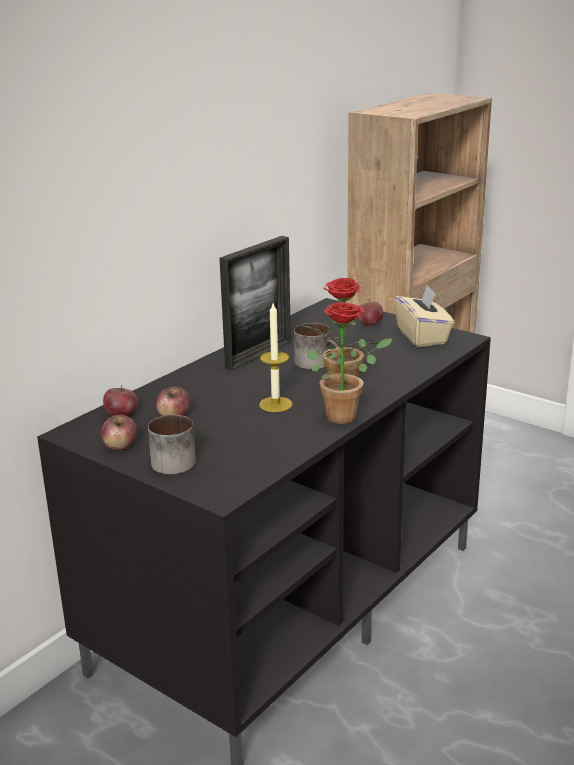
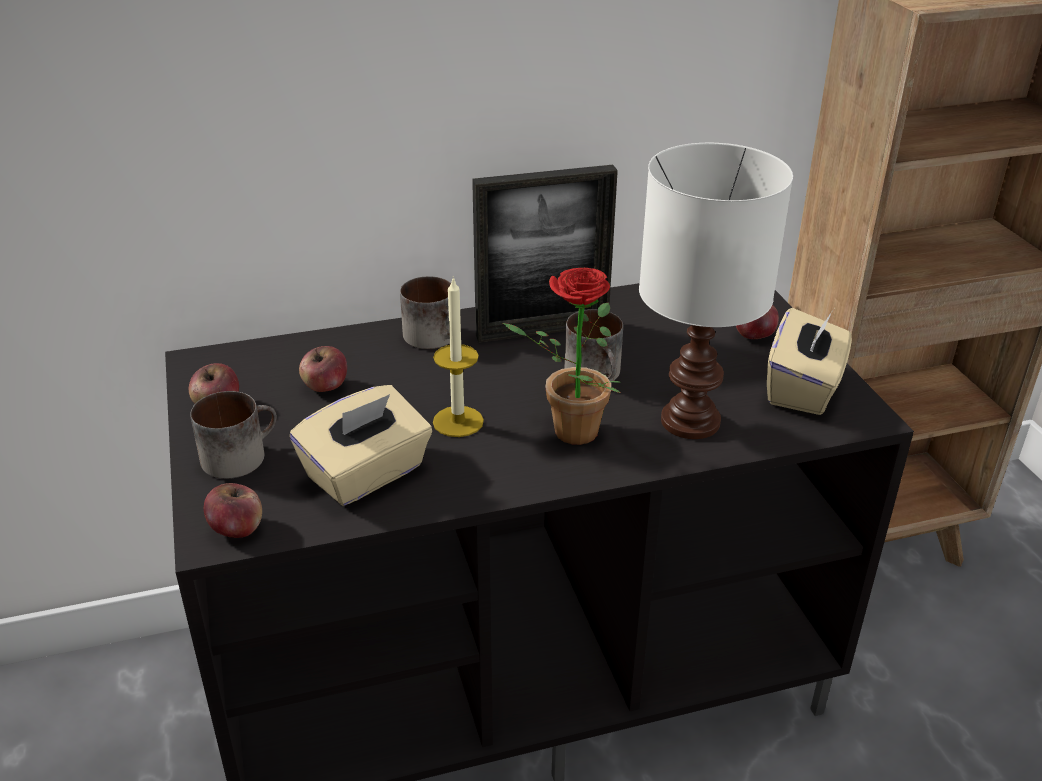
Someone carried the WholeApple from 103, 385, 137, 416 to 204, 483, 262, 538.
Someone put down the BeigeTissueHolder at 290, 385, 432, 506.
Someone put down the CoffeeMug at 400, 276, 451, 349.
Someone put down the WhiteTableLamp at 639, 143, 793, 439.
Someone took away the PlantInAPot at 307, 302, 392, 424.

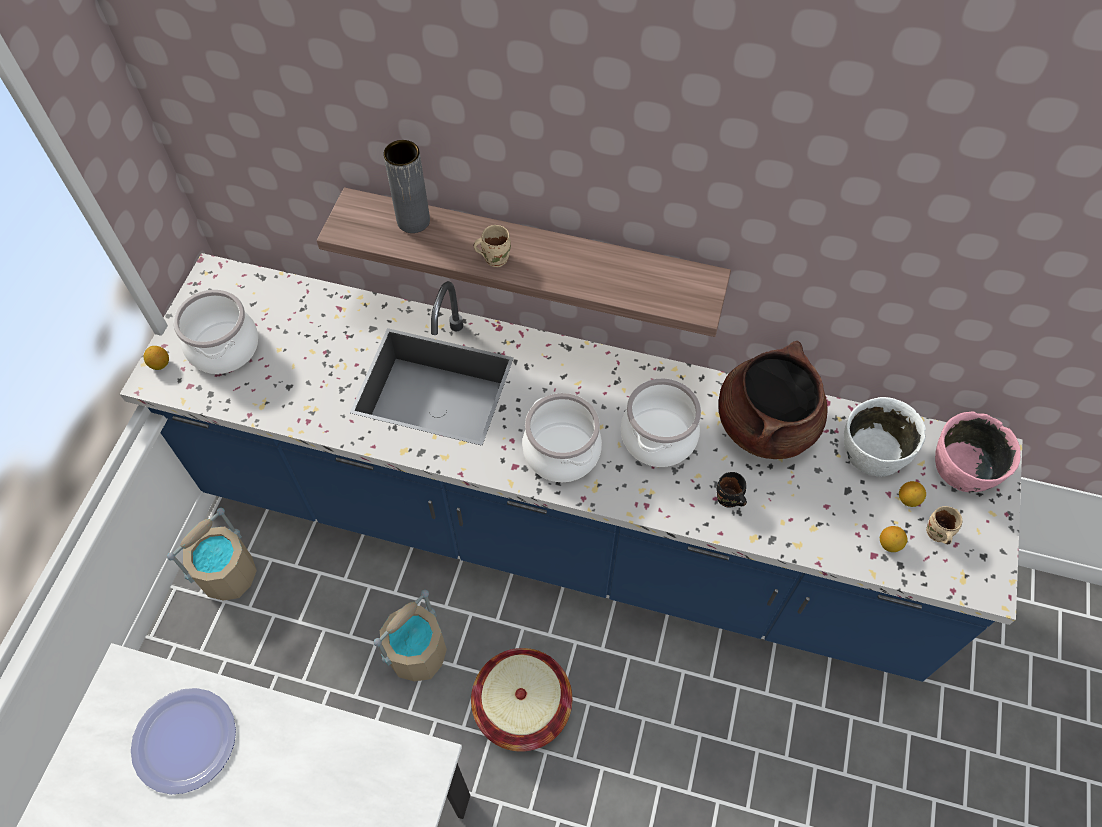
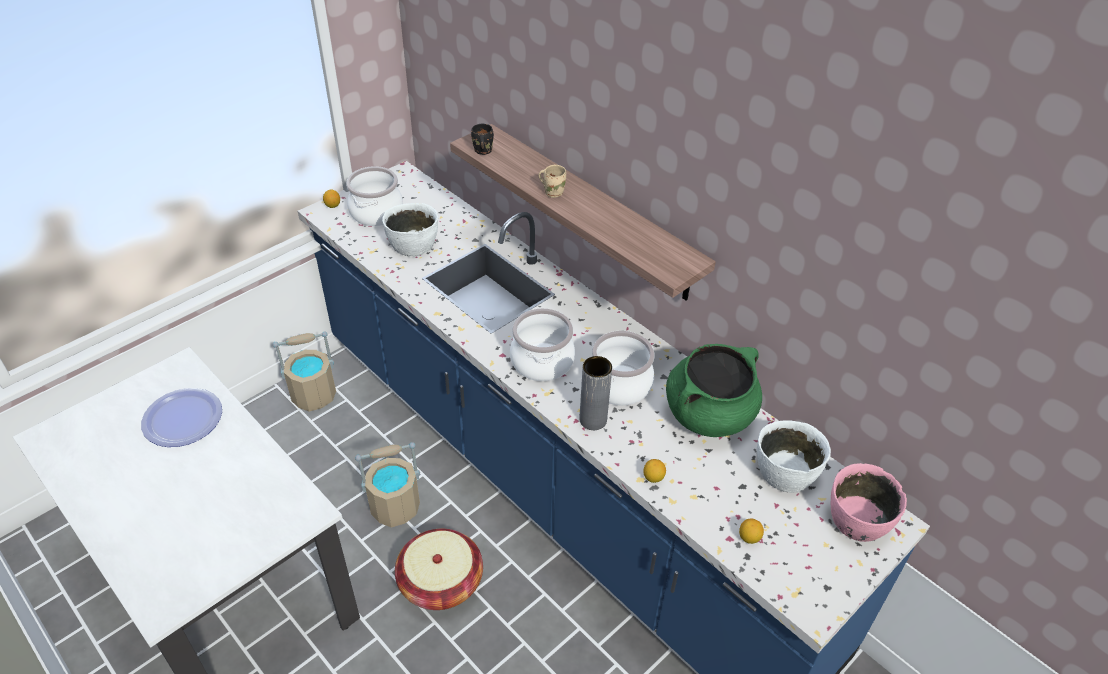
Someone put down the WhiteServingBowl at 382, 203, 438, 257.
Someone carried the BlackishCoffeeMug from 717, 472, 747, 508 to 471, 124, 494, 155.
Someone carried the GrayFlowerVase from 383, 140, 430, 233 to 579, 356, 612, 430.
Someone carried the WholeLemon from 899, 481, 926, 507 to 643, 459, 666, 483.
Someone repainted the BrownColouredCookingPot at 718, 341, 827, 459, which became the GreenCookingPot at 666, 344, 762, 437.
Someone took away the BeigeCoffeeMug at 926, 506, 962, 544.

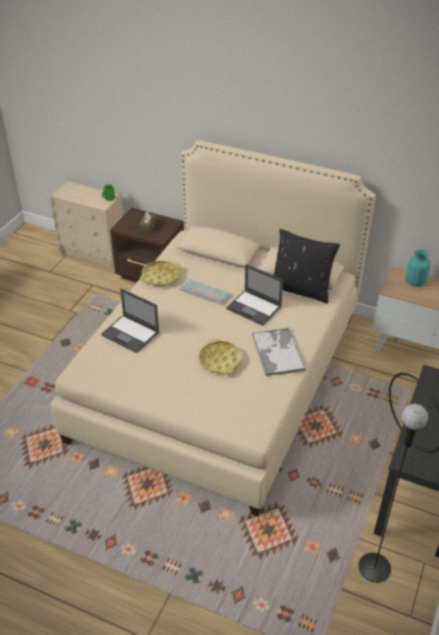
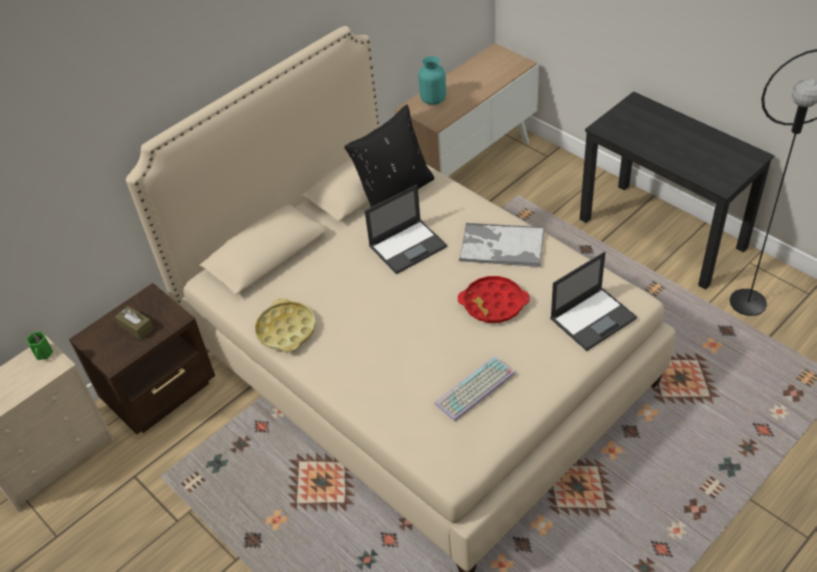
Someone carried the PcKeyboard from 179, 279, 232, 305 to 435, 356, 515, 422.
Someone repainted the YellowColouredCarryingTray at 199, 338, 242, 375, which became the RedCarryingTray at 458, 276, 530, 323.
Someone carried the PortableComputer from 101, 288, 159, 353 to 550, 252, 637, 351.

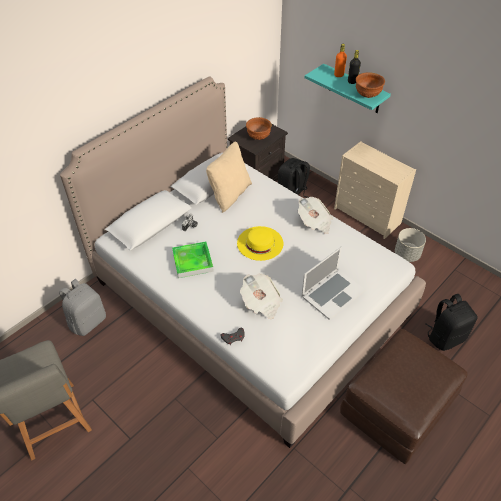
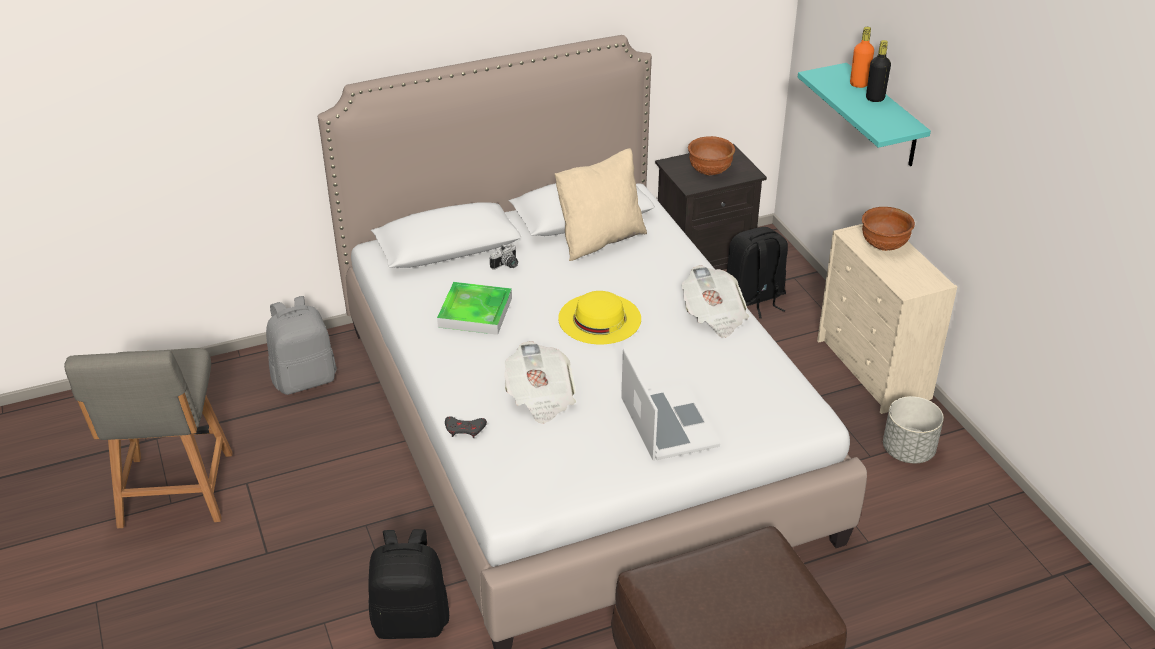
Someone carried the BlackishBackpack from 425, 294, 478, 351 to 368, 529, 449, 639.
Someone rotated the PortableComputer at 301, 246, 365, 320 by 90 degrees counterclockwise.
Someone carried the BrownColouredServingBowl from 356, 72, 385, 98 to 862, 207, 915, 251.

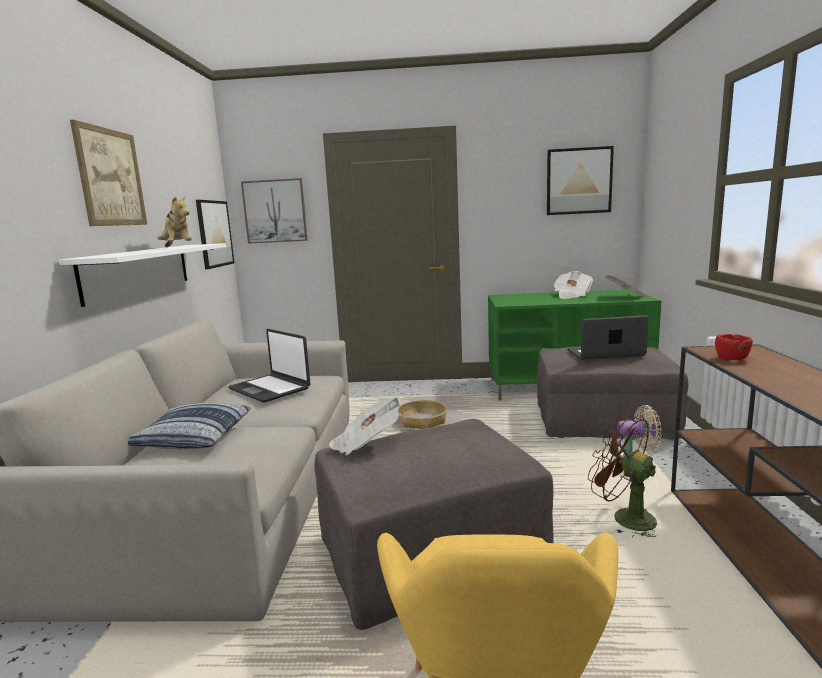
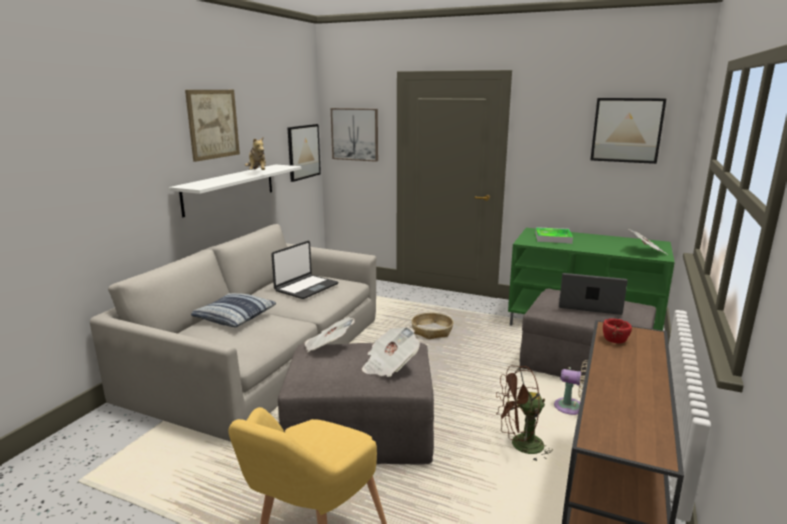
Someone rotated the PortableComputer at 228, 329, 310, 403 by 120 degrees counterclockwise.
Someone carried the PrintedPaper from 553, 271, 593, 299 to 362, 327, 420, 377.
Someone rotated the BrownColouredElectricFan at 588, 415, 657, 538 by 75 degrees counterclockwise.
Someone put down the CarryingTray at 535, 227, 573, 244.

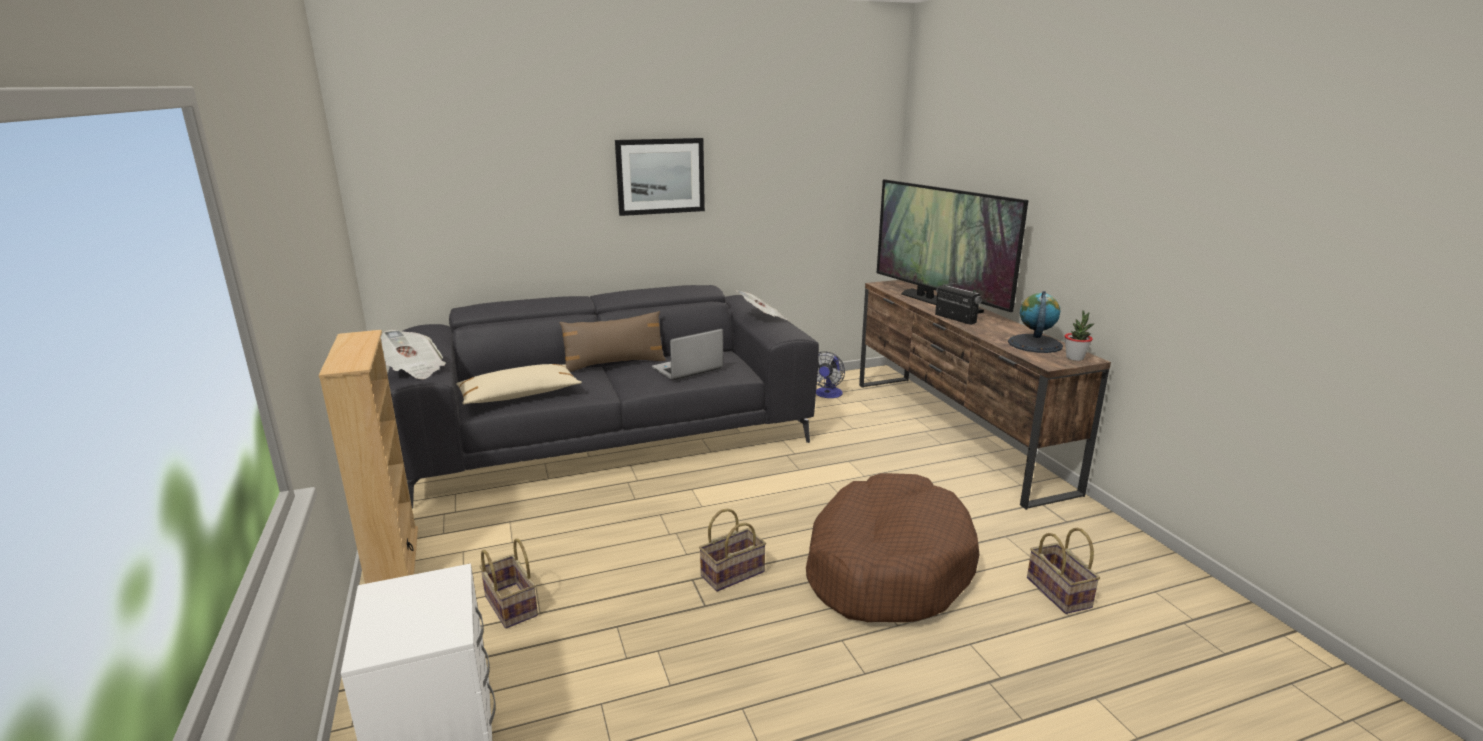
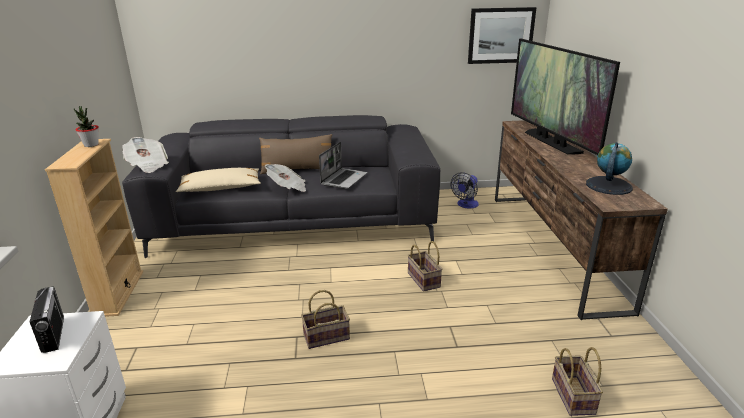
Someone carried the Radio from 935, 281, 982, 325 to 29, 286, 64, 353.
Someone carried the PlantInAPot from 1065, 311, 1094, 361 to 74, 106, 99, 147.
Someone carried the PrintedPaper from 735, 290, 788, 320 to 265, 164, 306, 192.
Someone rotated the PortableComputer at 652, 329, 723, 380 by 135 degrees clockwise.
Someone carried the Basket from 479, 538, 538, 629 to 408, 241, 442, 292.
Someone carried the Picture from 615, 138, 705, 216 to 468, 7, 536, 64.
Someone took away the BrownColouredPetBed at 806, 473, 980, 622.

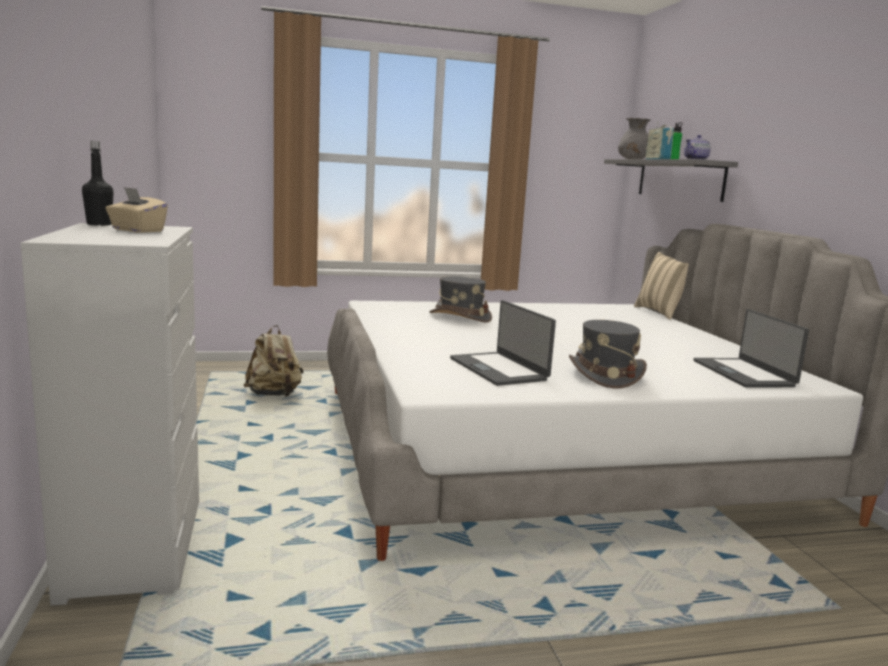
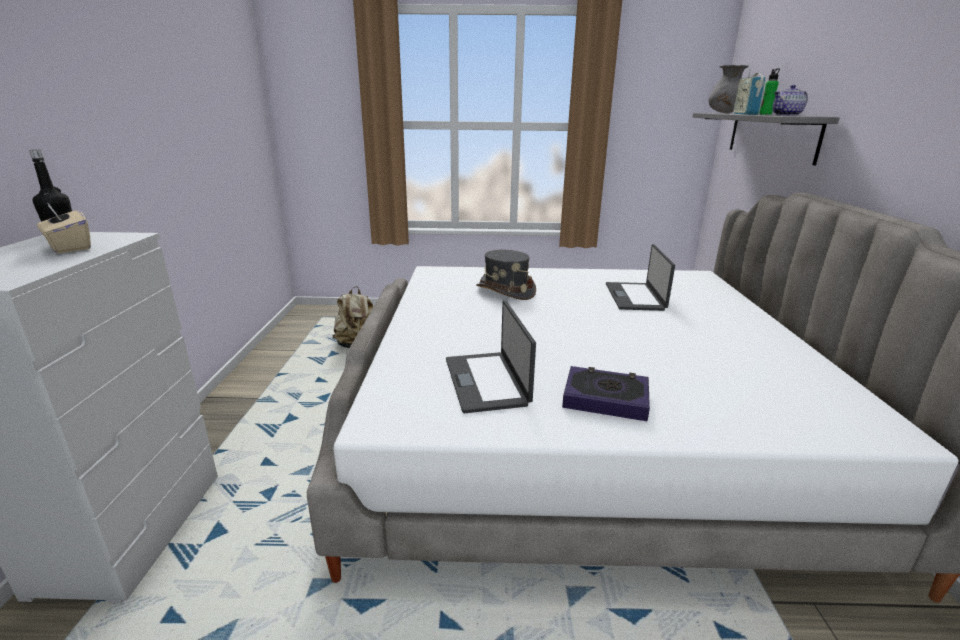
Someone swapped the GrayWearableHat at 569, 320, 647, 389 for the Volume at 562, 366, 650, 421.
Someone carried the PortableComputer from 694, 309, 809, 388 to 606, 244, 675, 311.
Someone took away the BeigePillow at 634, 252, 689, 320.

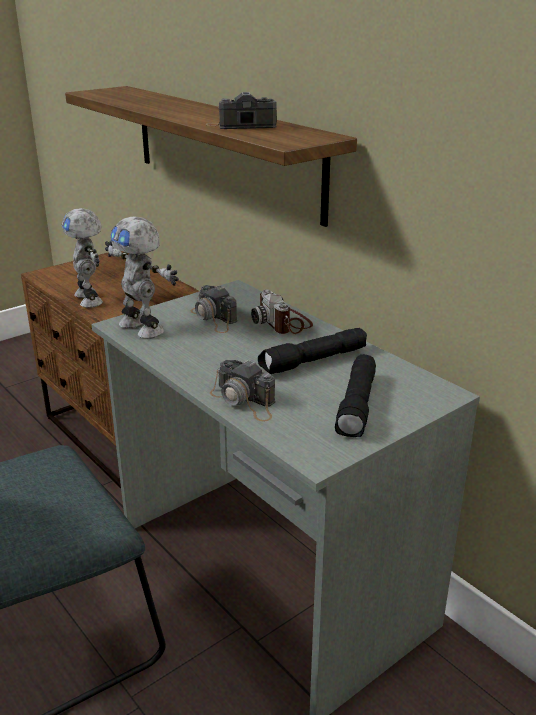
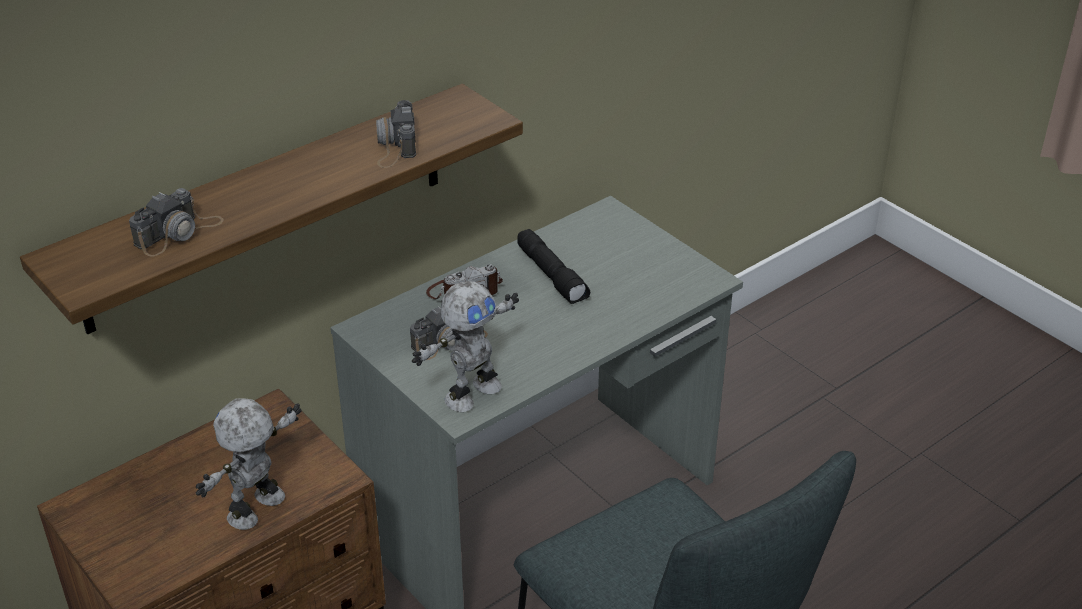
Someone carried the PhotoCamera from 210, 360, 275, 422 to 129, 188, 224, 257.
Someone rotated the ToyRobot at 62, 208, 103, 308 by 150 degrees clockwise.
Someone took away the BlackishTorch at 335, 355, 376, 437.

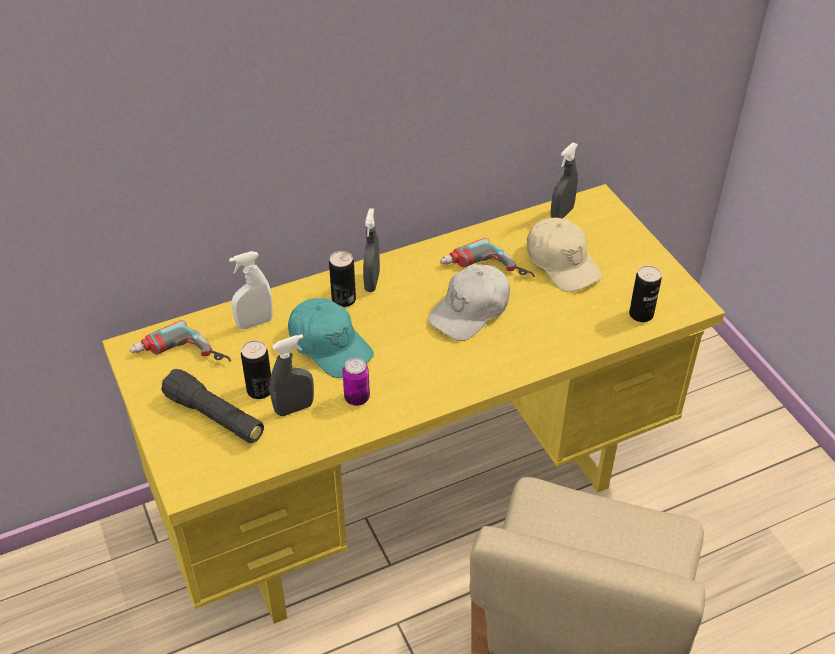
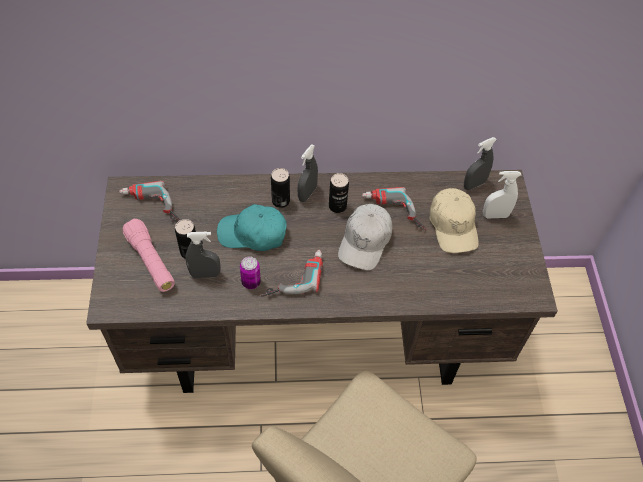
Someone repainted the YellowColouredDesk at 102, 184, 725, 624, which became the BrownColouredDesk at 86, 170, 558, 393.
Someone repainted the BlackishTorch at 161, 369, 264, 443, which became the PinkishTorch at 123, 219, 175, 292.
Someone rotated the BlueGreenBaseballCap at 288, 298, 374, 378 by 120 degrees clockwise.
Someone put down the Drill at 260, 250, 323, 297.
Someone carried the MetalCan from 629, 265, 662, 322 to 329, 173, 349, 213.
Someone rotated the WhiteBaseballCap at 428, 264, 510, 341 by 45 degrees counterclockwise.
Someone carried the WhiteSprayer from 229, 251, 273, 329 to 483, 171, 521, 218.

